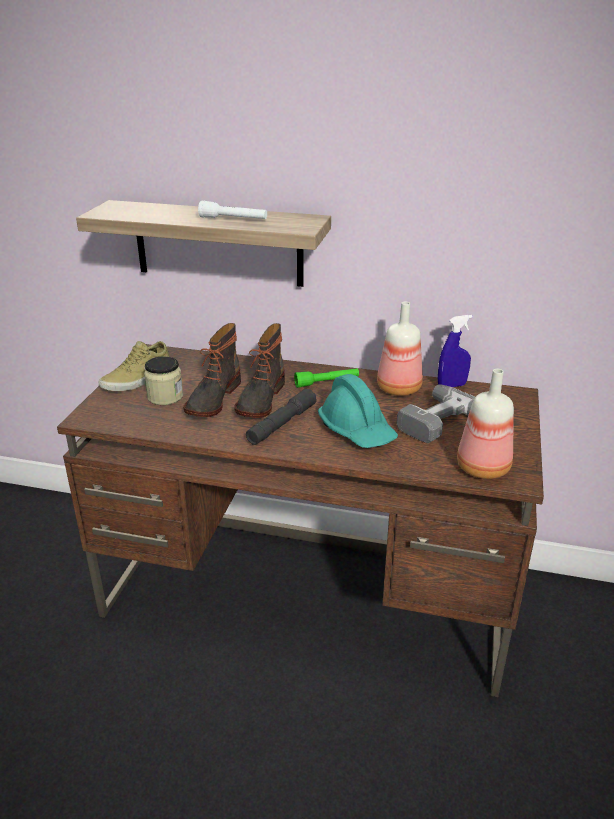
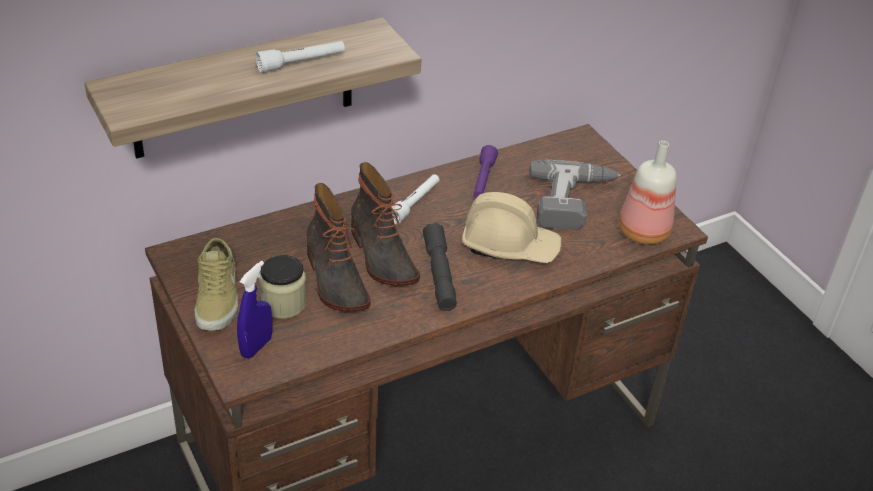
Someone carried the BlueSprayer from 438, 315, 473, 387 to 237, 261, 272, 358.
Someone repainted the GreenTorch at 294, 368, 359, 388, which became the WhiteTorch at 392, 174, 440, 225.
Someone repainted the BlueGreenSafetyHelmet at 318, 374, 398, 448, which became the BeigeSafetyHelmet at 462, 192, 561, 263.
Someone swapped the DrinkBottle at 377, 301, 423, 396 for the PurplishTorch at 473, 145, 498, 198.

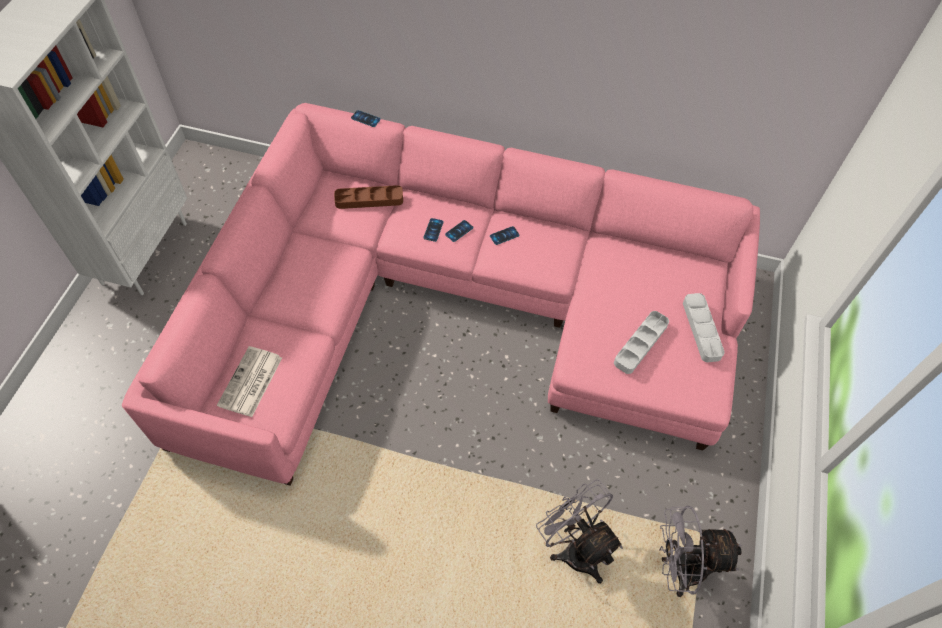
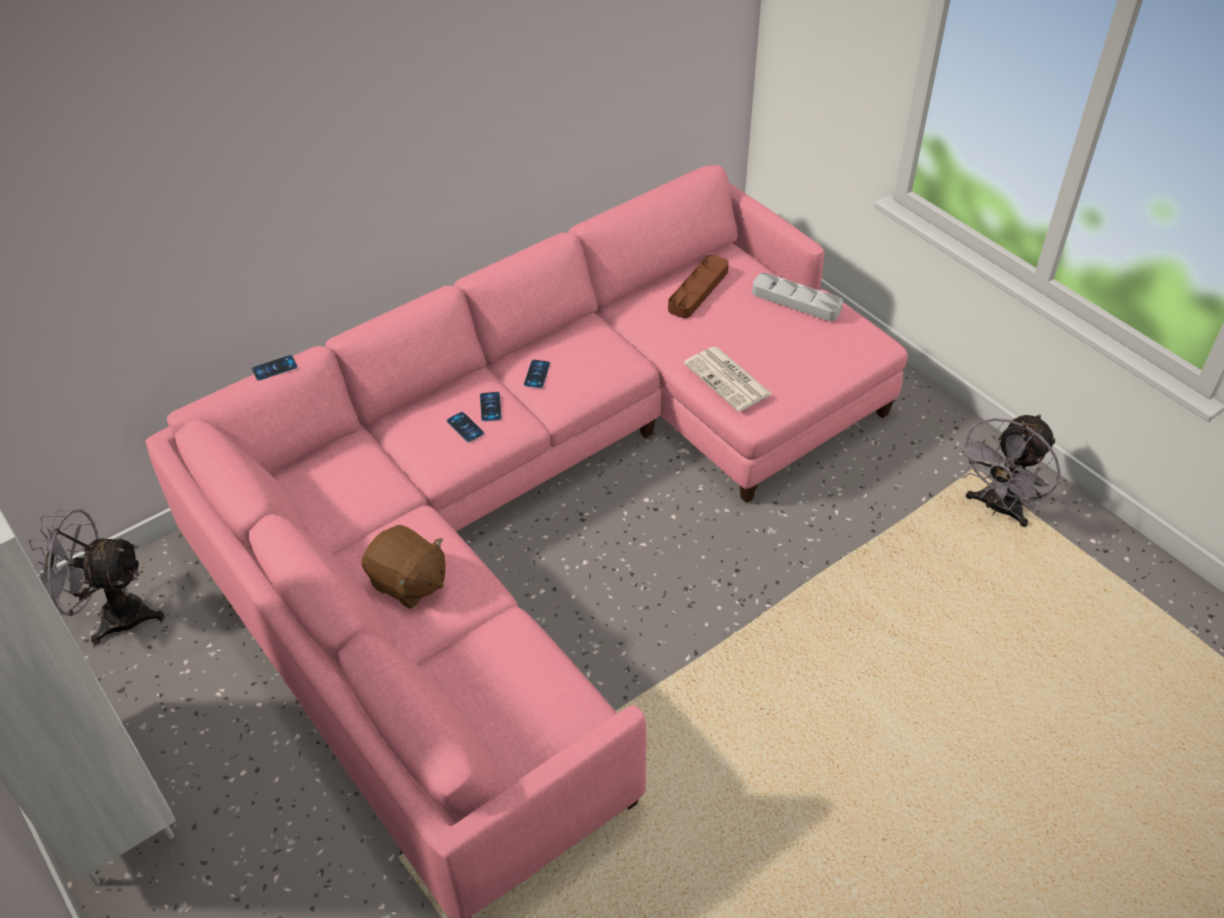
Someone carried the GrayElectricFan from 536, 479, 623, 584 to 28, 509, 165, 645.
Someone put down the BrownColouredPlushToy at 361, 525, 445, 609.
Someone carried the BrownColouredCarryingTray from 334, 185, 403, 209 to 668, 255, 729, 318.
Someone carried the PrintedPaper from 217, 346, 282, 417 to 684, 347, 773, 412.
Someone took away the GrayCarryingTray at 614, 311, 669, 374.

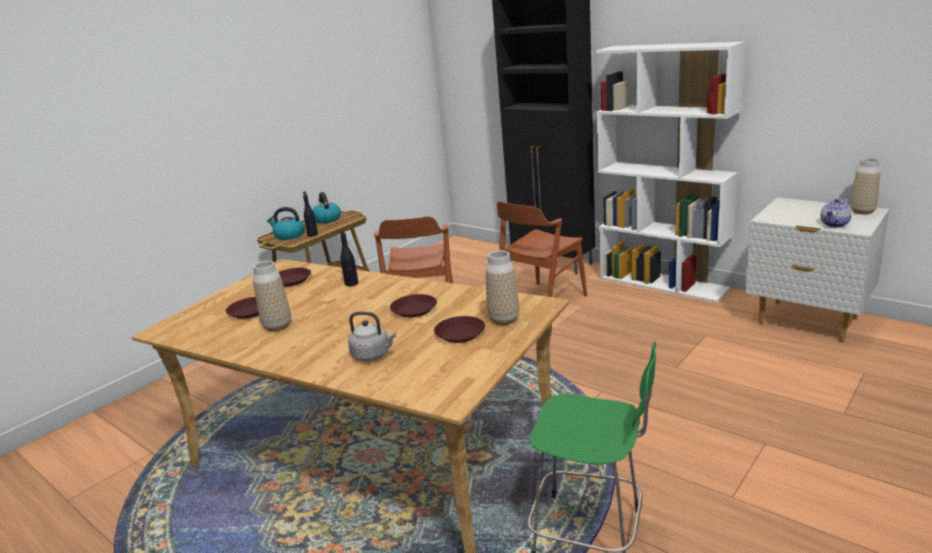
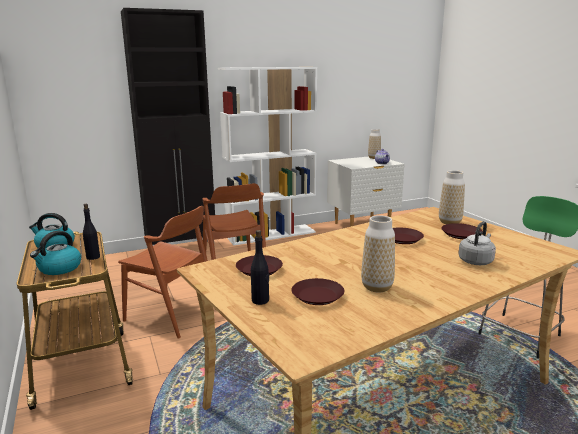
Someone carried the BlackishDrinkBottle from 340, 228, 358, 286 to 251, 230, 269, 305.

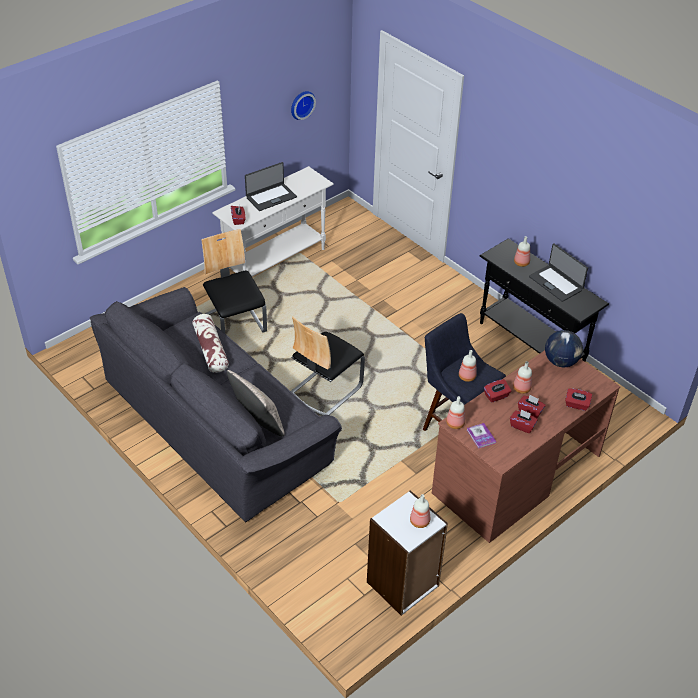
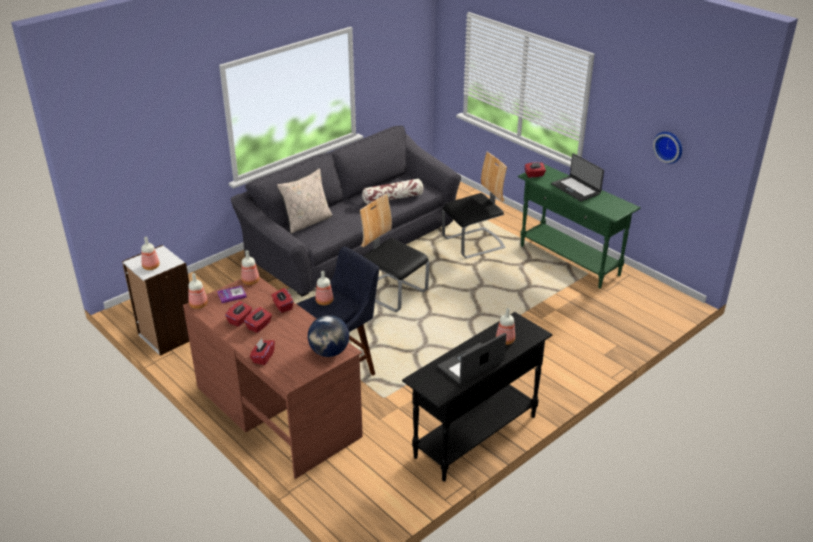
Someone carried the DrinkBottle from 513, 361, 532, 394 to 189, 273, 208, 309.
Someone repainted the WhiteConsoleTable at 212, 166, 334, 277, which became the GreenConsoleTable at 518, 164, 641, 288.

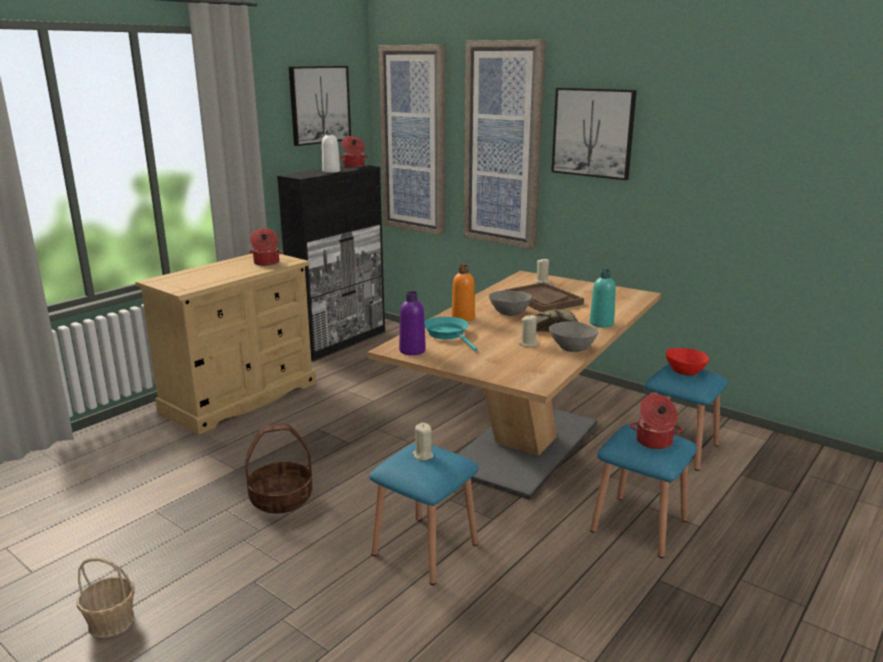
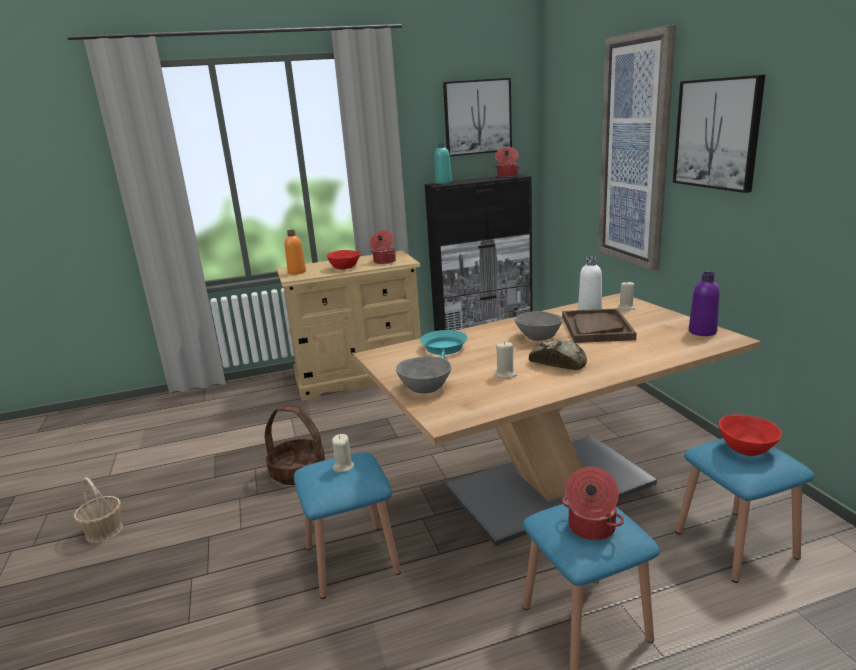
Someone carried the OrangeyDrinkBottle from 452, 265, 475, 321 to 284, 230, 306, 275.
Someone put down the RedServingBowl at 327, 250, 361, 270.
Someone carried the GrayServingBowl from 549, 321, 598, 352 to 396, 356, 451, 393.
Someone carried the BlueGreenDrinkBottle from 590, 269, 616, 327 to 434, 142, 452, 184.
Someone carried the WhiteDrinkBottle from 322, 129, 340, 173 to 578, 257, 602, 310.
Someone carried the PurplishDrinkBottle from 399, 291, 426, 355 to 689, 272, 720, 336.
Someone took away the Picture at 378, 45, 445, 236.

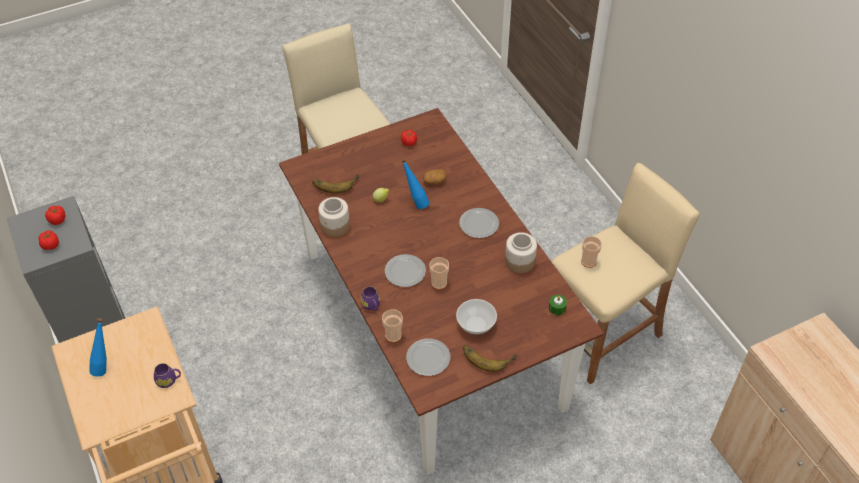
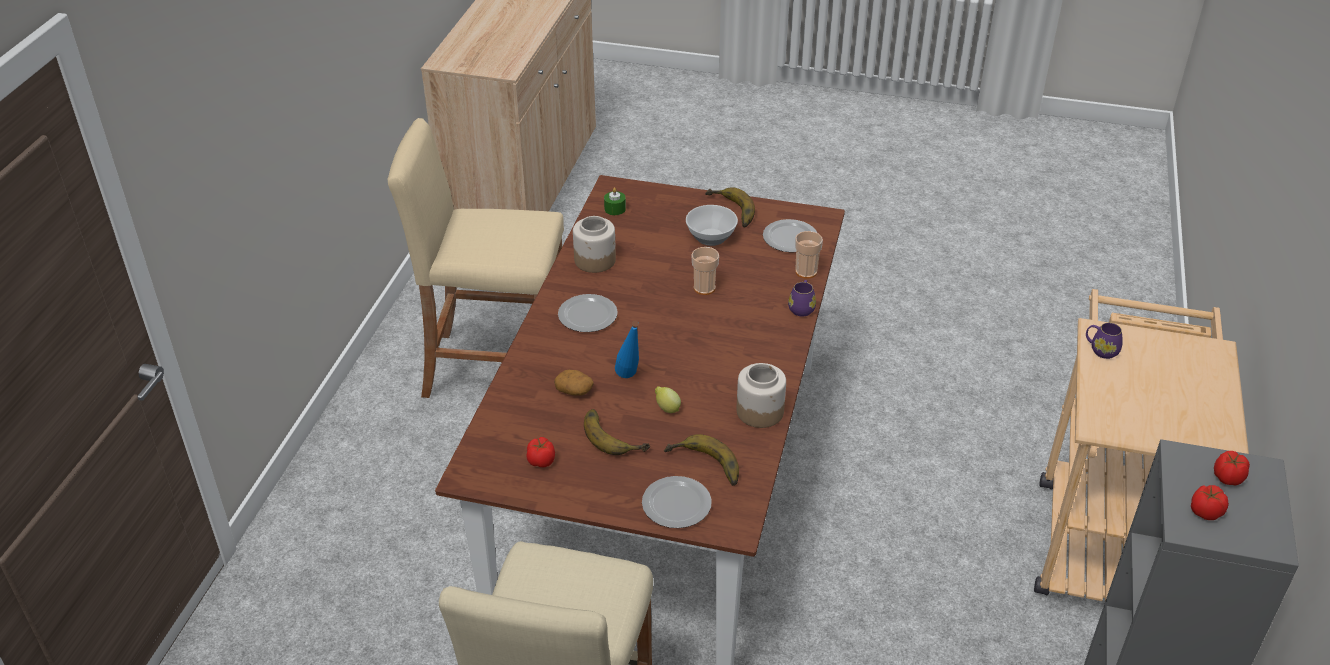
Someone put down the BananaFruit at 584, 409, 650, 455.
Someone carried the DinnerPlate from 385, 254, 426, 287 to 642, 476, 712, 528.
Someone took away the BlueDrinkBottle at 89, 318, 107, 377.
Someone took away the DrinkingCup at 581, 236, 602, 268.

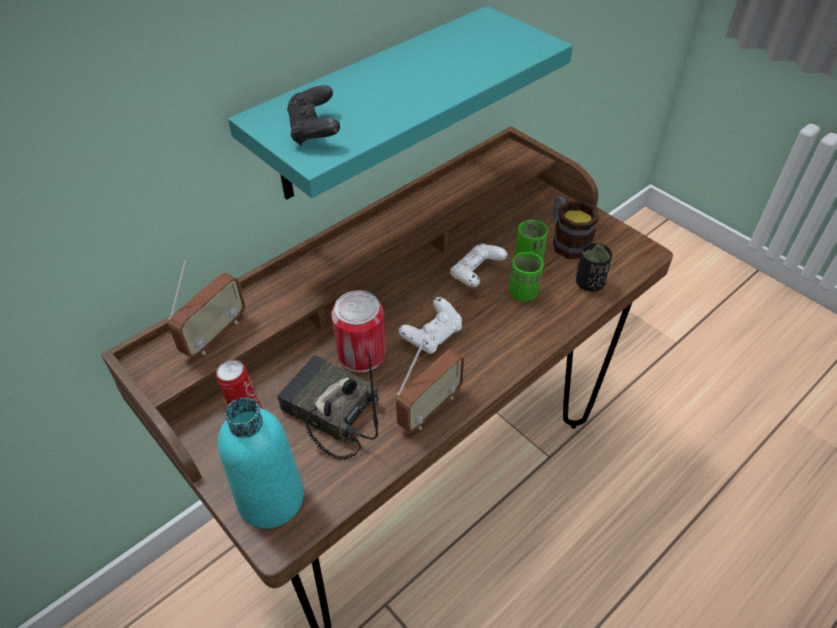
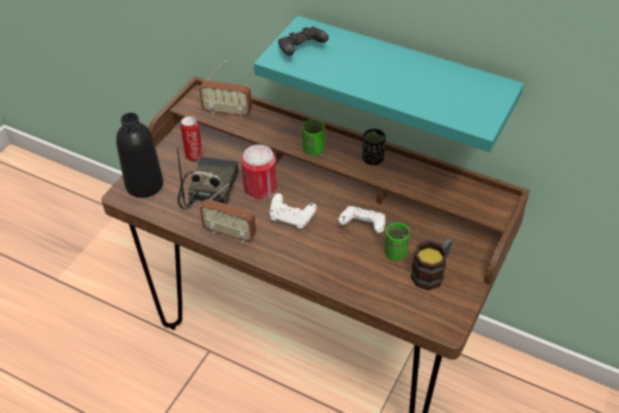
Someone repainted the BlueGreenDrinkBottle at 218, 397, 304, 529, which became the BlackishDrinkBottle at 116, 113, 163, 198.
Someone carried the GreenDrinkingCup from 509, 252, 544, 301 to 302, 119, 325, 155.
Someone carried the BlackishDrinkingCup from 576, 243, 612, 292 to 362, 129, 386, 165.

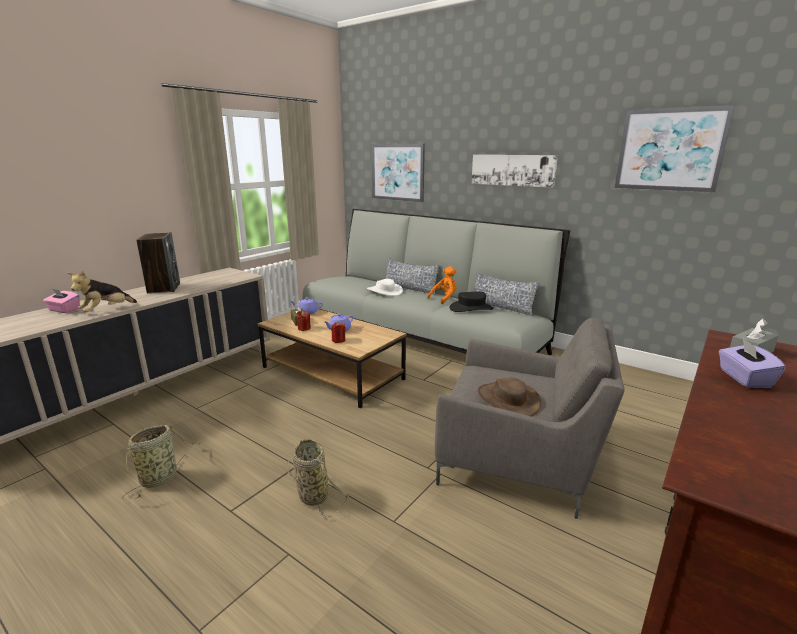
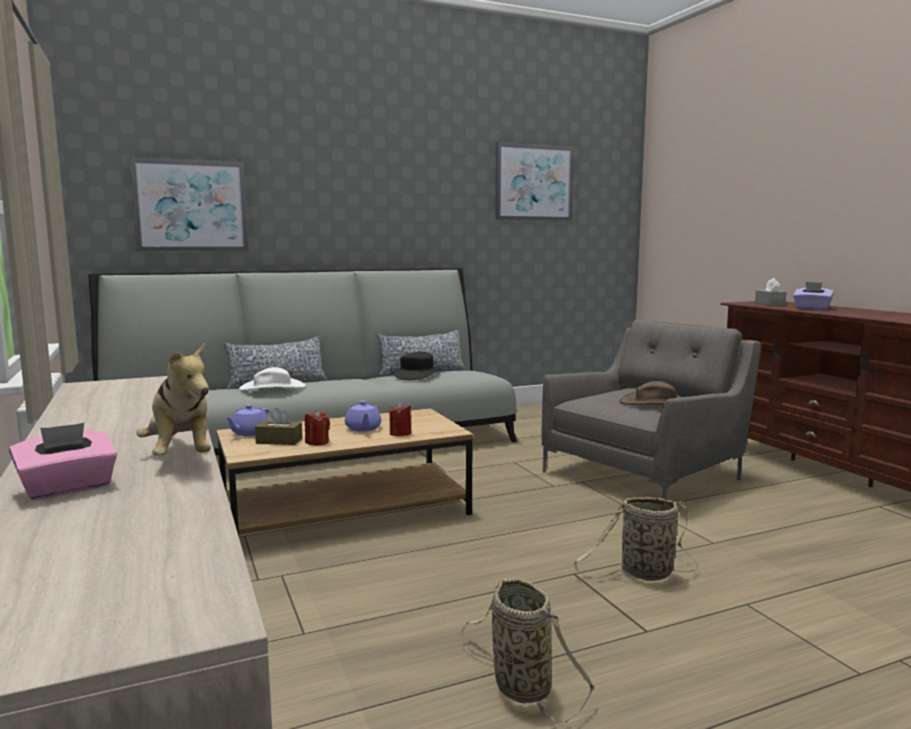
Someone took away the Loudspeaker at 136, 232, 180, 294.
Someone took away the OrangeyPlushToy at 427, 266, 457, 304.
Someone took away the Picture at 472, 155, 558, 188.

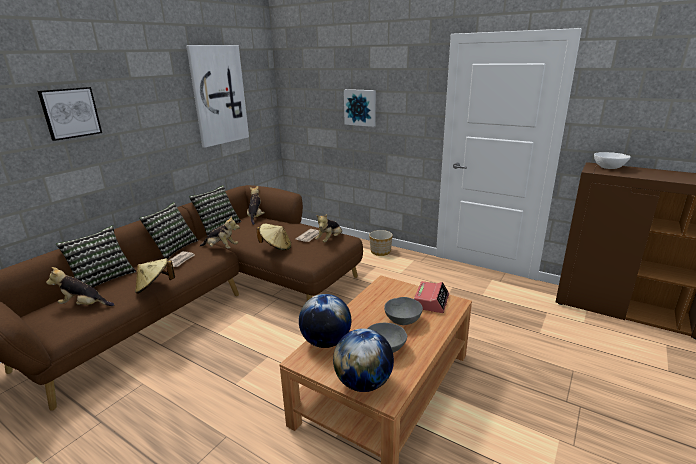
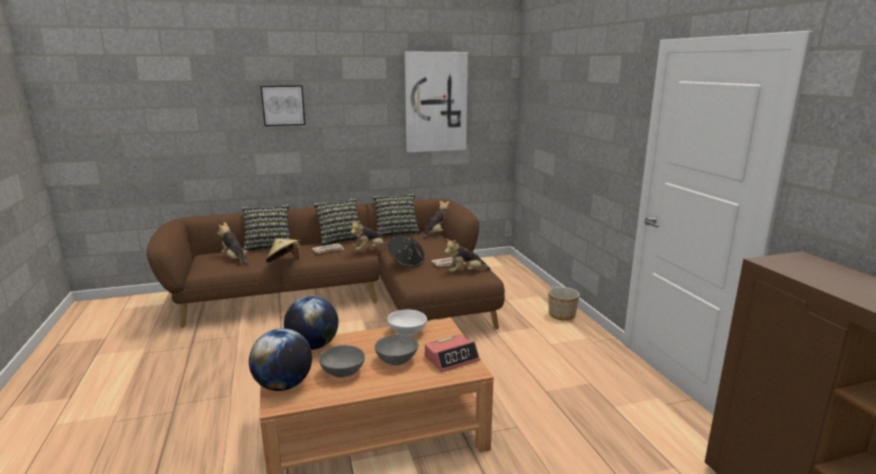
Someone rotated the PlushToy at 200, 216, 240, 249 by 90 degrees clockwise.
Someone carried the WhiteServingBowl from 594, 152, 631, 169 to 387, 309, 427, 336.
Someone repainted the BeigeWearableHat at 257, 224, 291, 250, which became the BlackishWearableHat at 388, 235, 425, 268.
Someone took away the Picture at 344, 89, 376, 127.

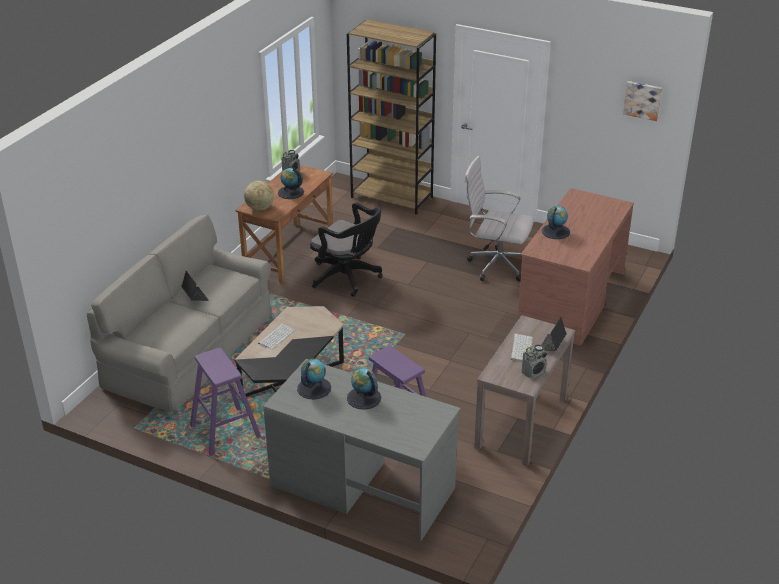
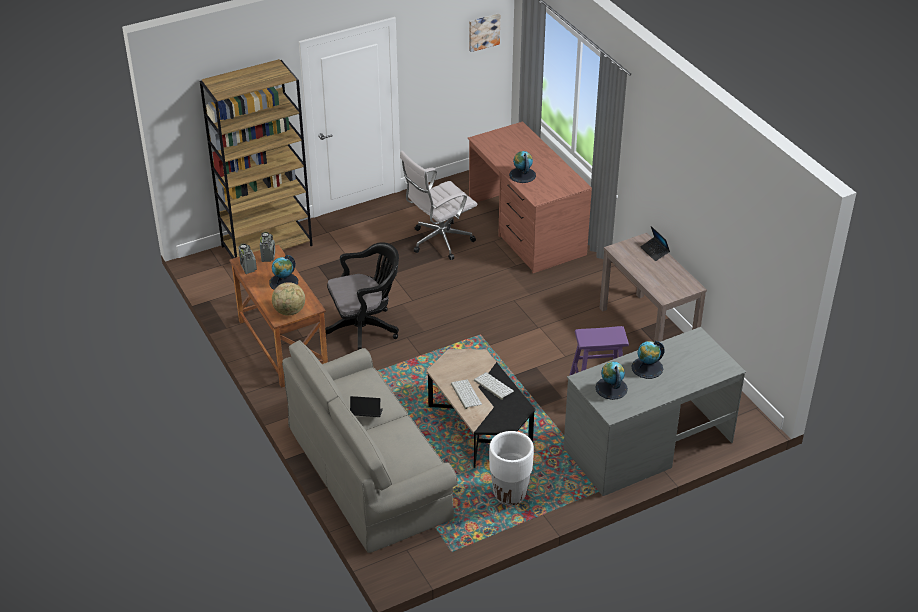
Someone carried the Radio from 522, 344, 547, 378 to 260, 232, 275, 262.
Someone carried the PcKeyboard from 510, 334, 533, 361 to 474, 372, 514, 400.
Someone swapped the PurplishSittingStool at 190, 348, 261, 456 for the WhitePlanter at 489, 431, 534, 506.

